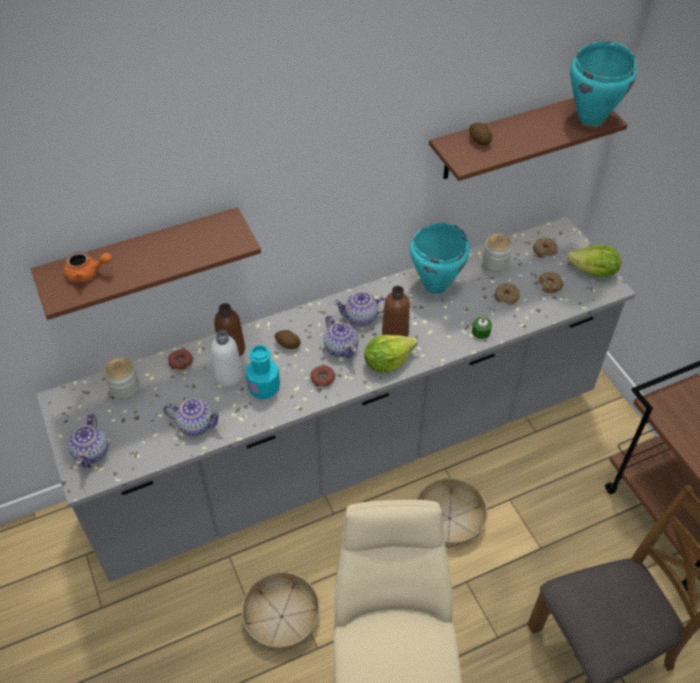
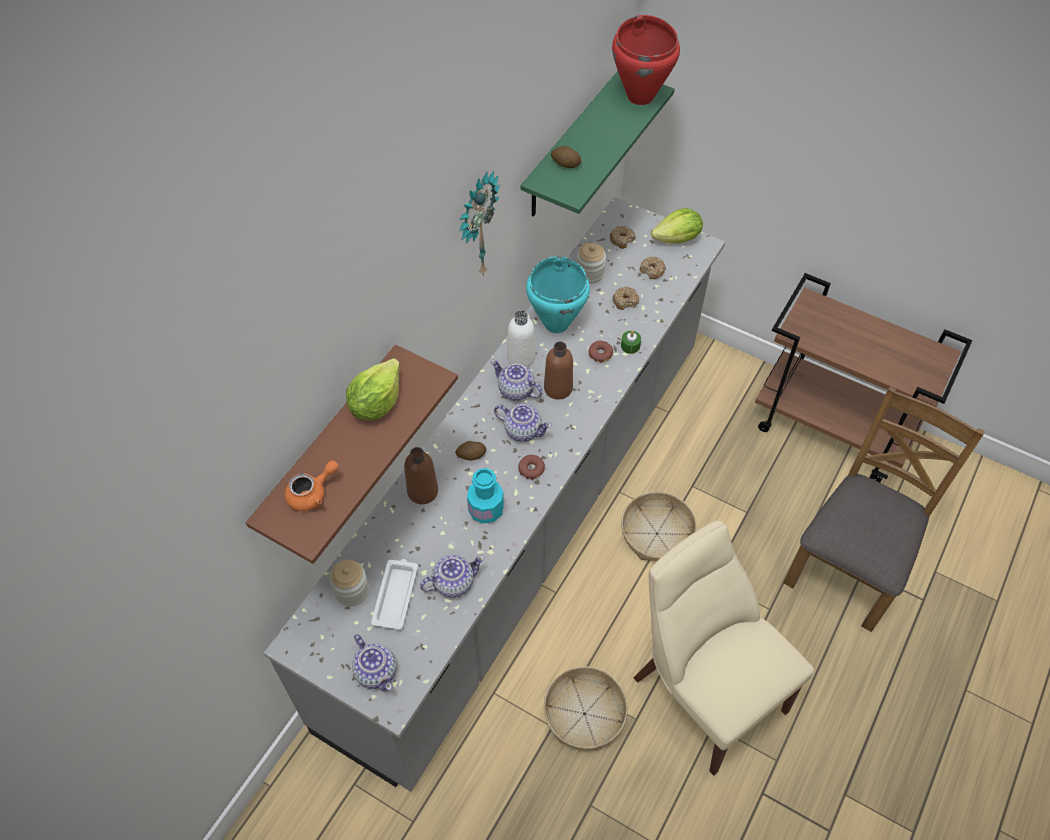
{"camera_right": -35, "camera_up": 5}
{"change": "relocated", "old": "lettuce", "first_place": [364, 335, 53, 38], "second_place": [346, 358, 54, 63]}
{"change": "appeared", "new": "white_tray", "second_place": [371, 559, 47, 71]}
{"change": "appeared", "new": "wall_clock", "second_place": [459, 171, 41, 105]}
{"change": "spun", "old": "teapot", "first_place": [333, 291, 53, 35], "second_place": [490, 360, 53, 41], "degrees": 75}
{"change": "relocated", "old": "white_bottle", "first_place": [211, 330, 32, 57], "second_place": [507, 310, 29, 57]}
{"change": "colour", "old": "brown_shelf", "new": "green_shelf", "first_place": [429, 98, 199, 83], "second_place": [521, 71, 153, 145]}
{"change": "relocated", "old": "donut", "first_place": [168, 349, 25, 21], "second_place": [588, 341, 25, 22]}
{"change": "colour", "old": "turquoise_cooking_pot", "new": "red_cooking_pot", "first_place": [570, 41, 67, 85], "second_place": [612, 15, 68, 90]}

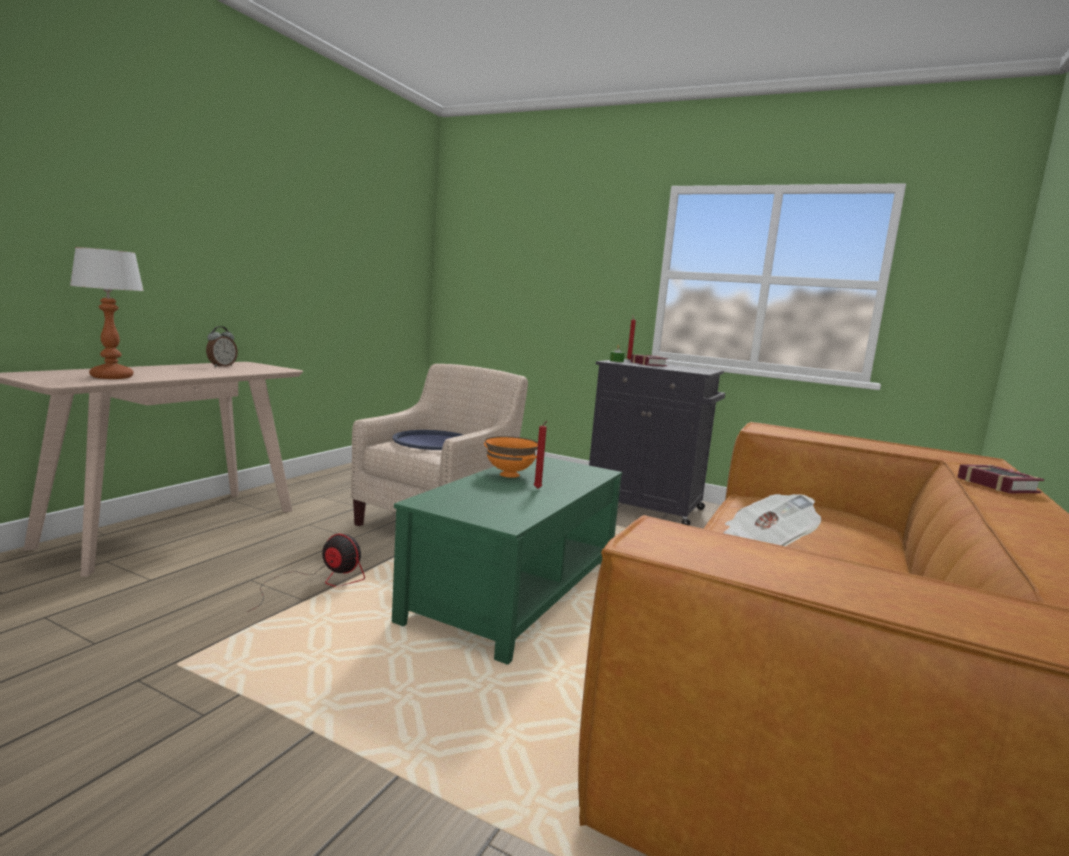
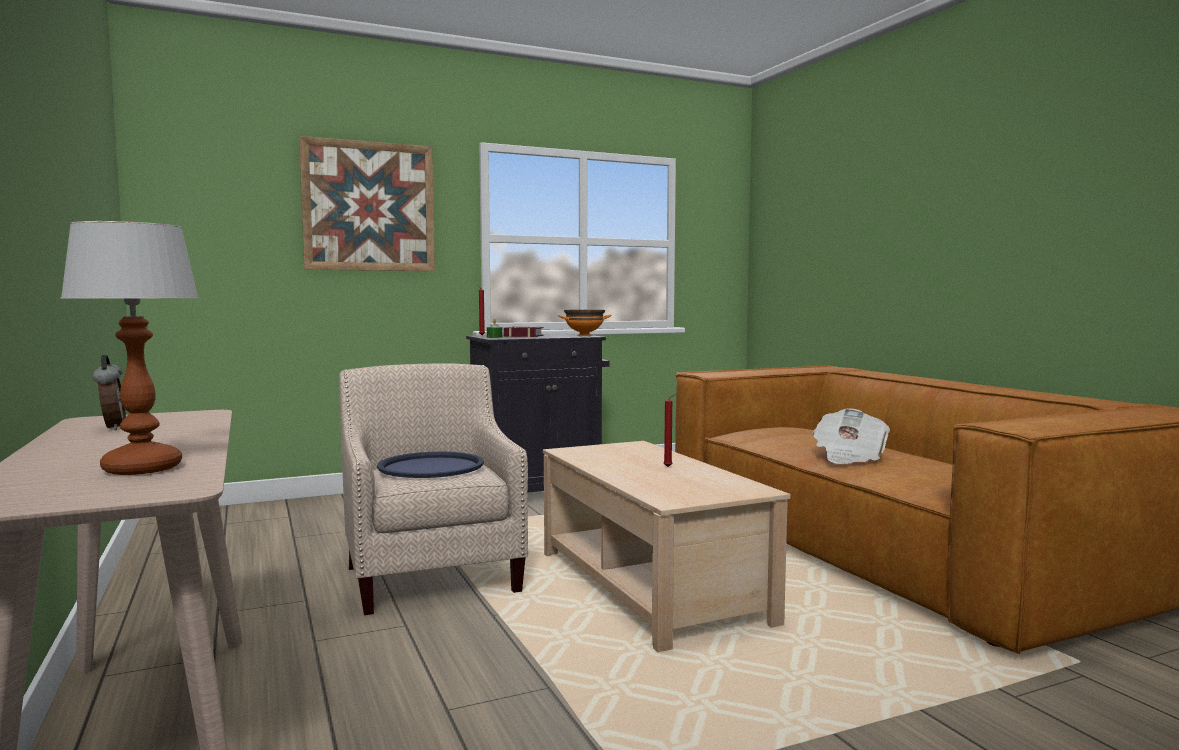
{"camera_right": -50, "camera_up": -5}
{"change": "appeared", "new": "picture", "second_place": [299, 136, 136, 135]}
{"change": "colour", "old": "green_coffee_table", "new": "beige_coffee_table", "first_place": [392, 455, 230, 210], "second_place": [543, 441, 247, 211]}
{"change": "relocated", "old": "orange_bowl", "first_place": [484, 436, 54, 42], "second_place": [558, 310, 53, 26]}
{"change": "missing", "old": "fan", "first_place": [248, 534, 117, 78]}
{"change": "missing", "old": "book", "first_place": [957, 464, 87, 29]}

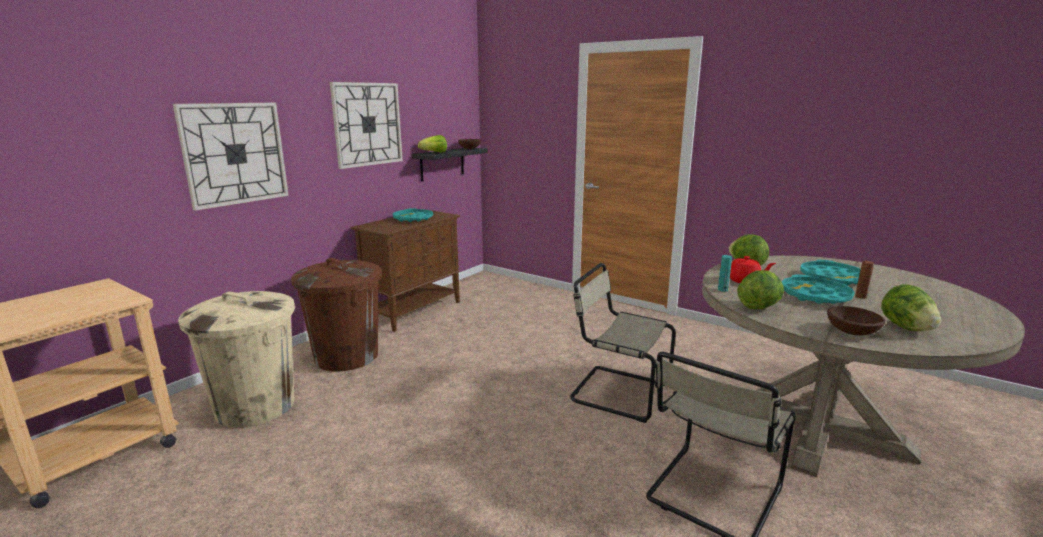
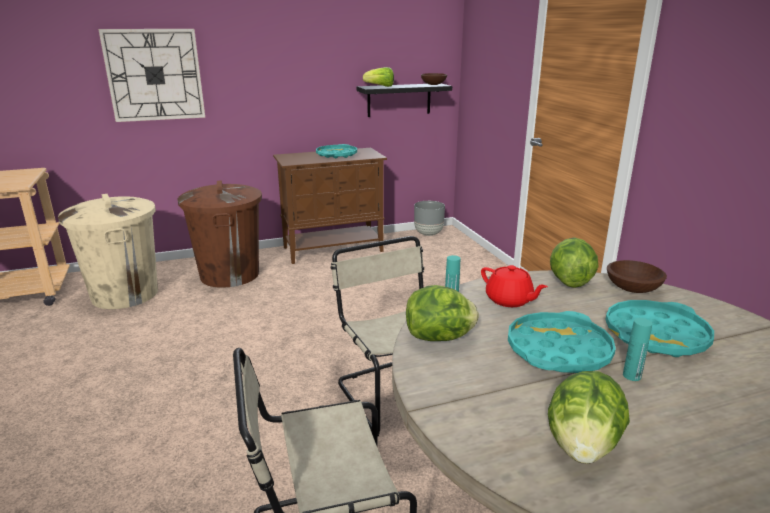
{"camera_right": 35, "camera_up": 5}
{"change": "appeared", "new": "grey_planter", "second_place": [414, 201, 31, 35]}
{"change": "relocated", "old": "brown_bowl", "first_place": [827, 306, 59, 29], "second_place": [607, 260, 60, 33]}
{"change": "colour", "old": "brown_bottle", "new": "turquoise_bottle", "first_place": [855, 261, 19, 38], "second_place": [623, 318, 29, 63]}
{"change": "missing", "old": "wall_clock", "first_place": [330, 82, 73, 87]}

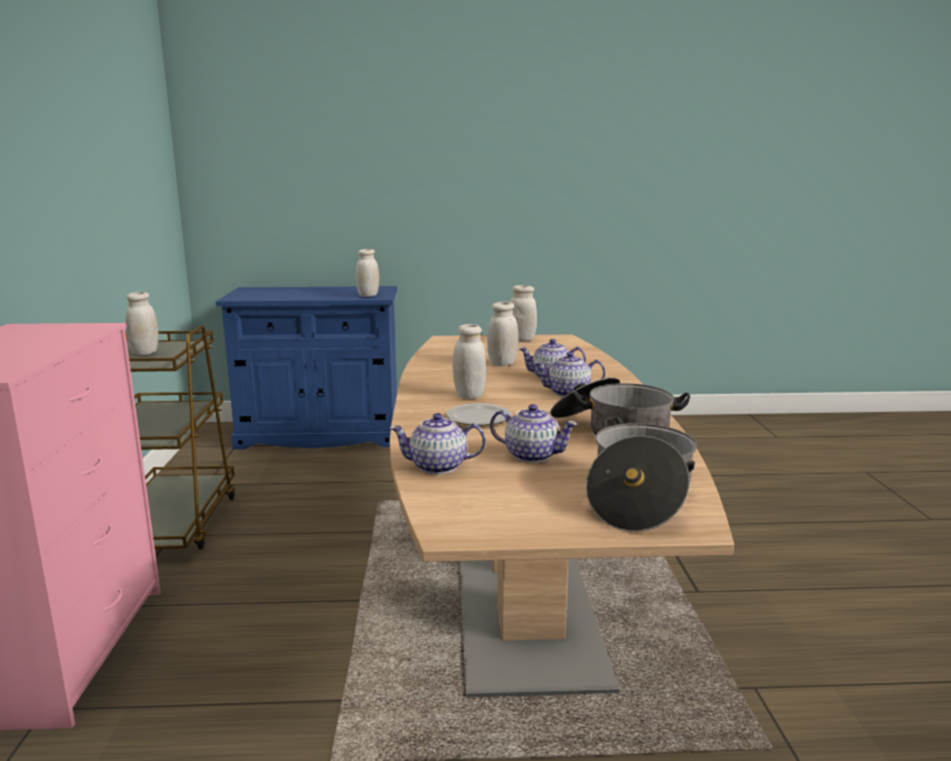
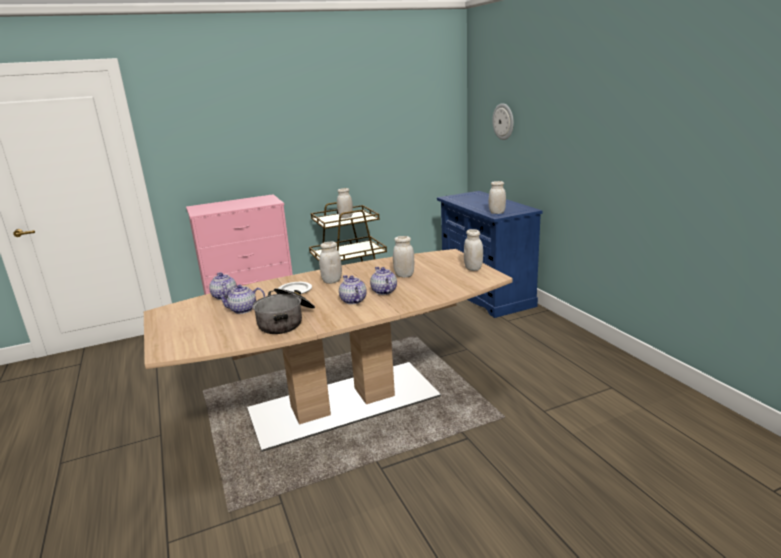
{"camera_right": 70, "camera_up": 5}
{"change": "spun", "old": "teapot", "first_place": [490, 404, 88, 59], "second_place": [216, 285, 49, 29], "degrees": 75}
{"change": "appeared", "new": "wall_clock", "second_place": [492, 103, 22, 37]}
{"change": "missing", "old": "cooking_pot", "first_place": [586, 416, 111, 116]}

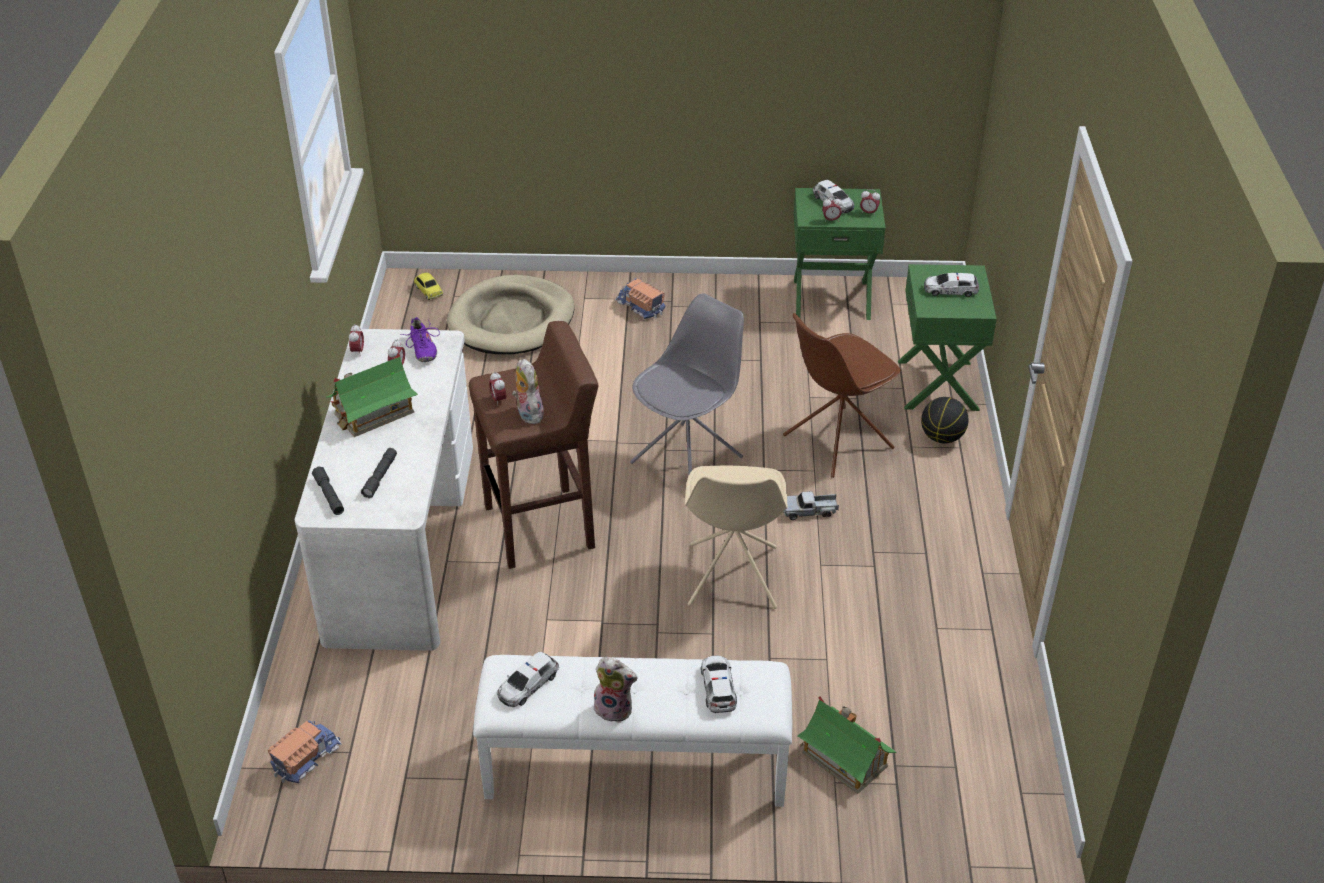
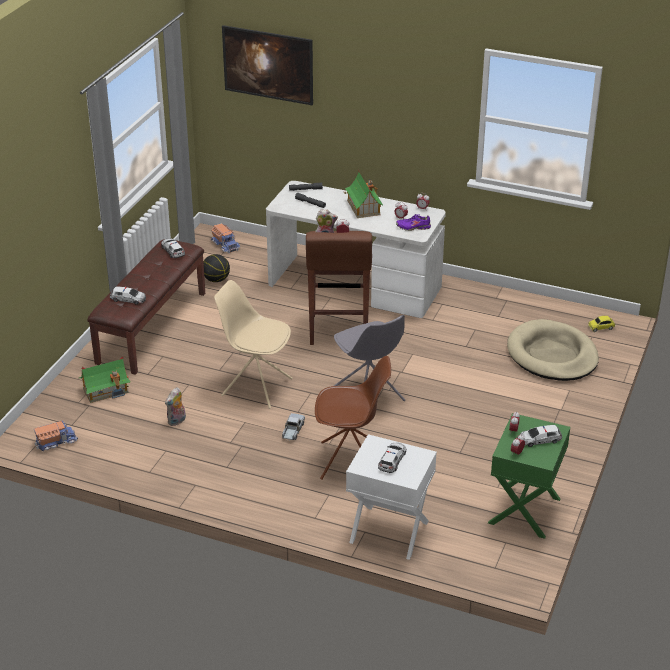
{"camera_right": 110, "camera_up": -5}
{"change": "relocated", "old": "toy_truck", "first_place": [615, 278, 51, 41], "second_place": [34, 421, 44, 30]}
{"change": "colour", "old": "white_bench", "new": "brown_bench", "first_place": [473, 655, 319, 152], "second_place": [87, 239, 118, 136]}
{"change": "relocated", "old": "plush_toy", "first_place": [594, 657, 44, 66], "second_place": [165, 387, 21, 39]}
{"change": "relocated", "old": "basketball", "first_place": [921, 397, 48, 46], "second_place": [203, 254, 27, 28]}
{"change": "appeared", "new": "picture", "second_place": [222, 25, 91, 80]}
{"change": "spun", "old": "brown_chair", "first_place": [783, 313, 118, 165], "second_place": [315, 356, 76, 124], "degrees": 105}
{"change": "colour", "old": "green_nightstand", "new": "white_nightstand", "first_place": [898, 264, 99, 147], "second_place": [346, 434, 91, 126]}

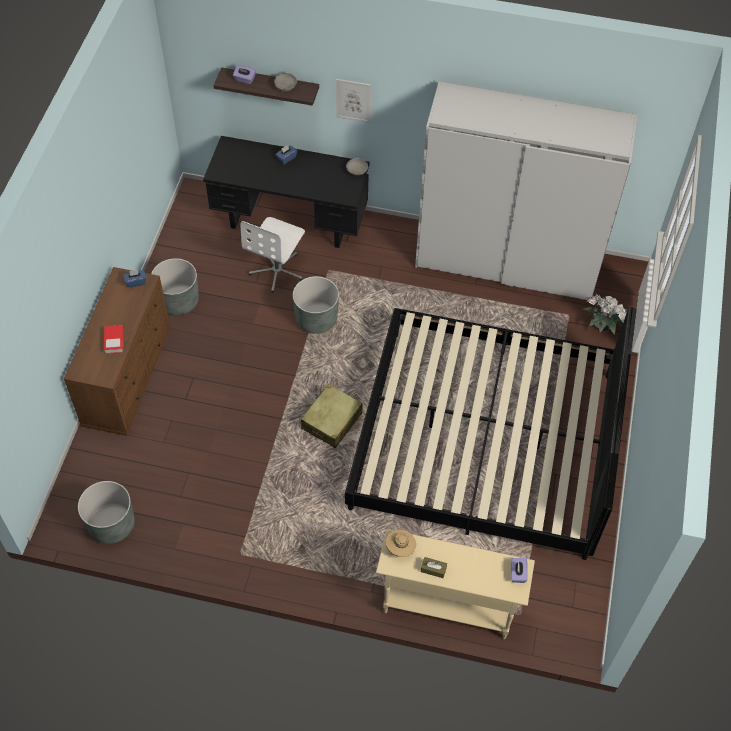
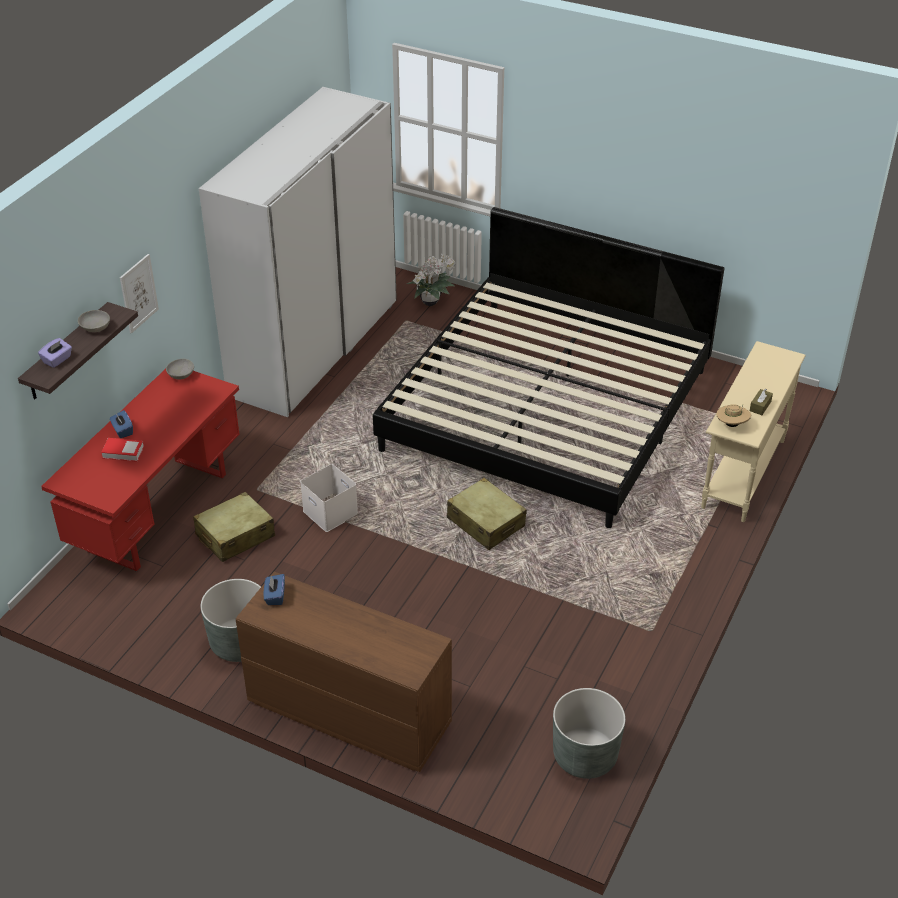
{"camera_right": -75, "camera_up": -15}
{"change": "colour", "old": "black_desk", "new": "red_desk", "first_place": [203, 136, 167, 112], "second_place": [41, 369, 199, 203]}
{"change": "relocated", "old": "book", "first_place": [104, 325, 20, 29], "second_place": [101, 438, 43, 24]}
{"change": "exchanged", "old": "white_office_chair", "new": "beige_suitcase", "first_place": [240, 217, 65, 76], "second_place": [193, 492, 82, 70]}
{"change": "exchanged", "old": "grey_planter", "new": "white_storage_box", "first_place": [293, 276, 46, 58], "second_place": [300, 464, 58, 68]}
{"change": "missing", "old": "purple_tissue_box", "first_place": [511, 558, 17, 25]}

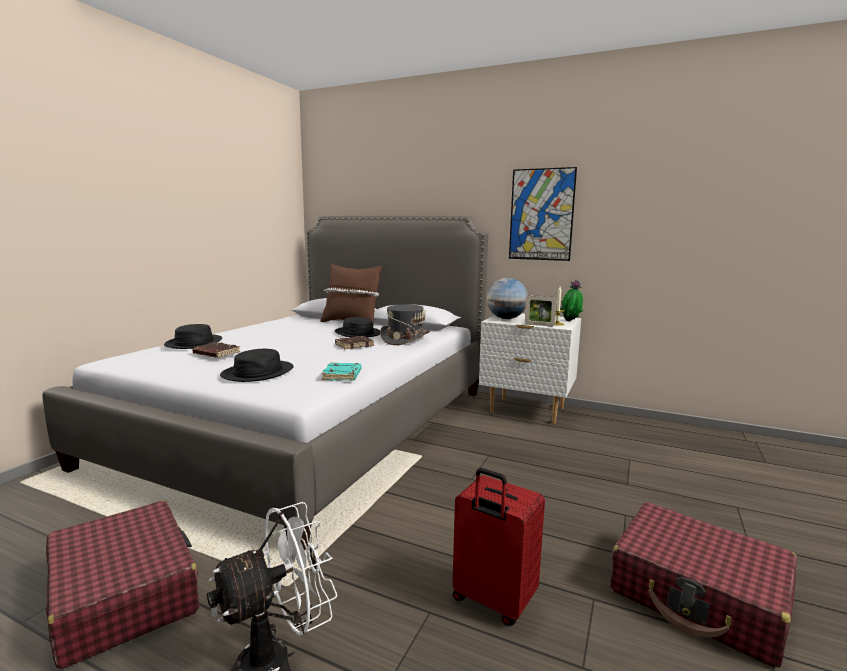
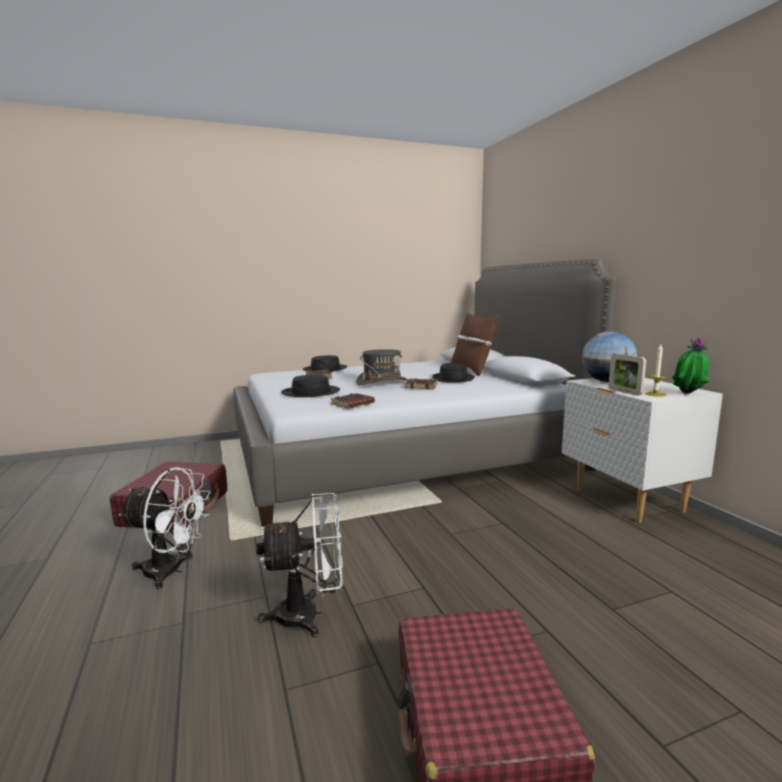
{"camera_right": 45, "camera_up": 0}
{"change": "exchanged", "old": "red_suitcase", "new": "white_fan", "first_place": [452, 468, 93, 158], "second_place": [256, 493, 87, 144]}
{"change": "colour", "old": "turquoise_book", "new": "brown_book", "first_place": [322, 363, 40, 18], "second_place": [331, 393, 44, 15]}
{"change": "relocated", "old": "grey_hat", "first_place": [380, 304, 50, 41], "second_place": [356, 349, 52, 36]}
{"change": "missing", "old": "picture", "first_place": [509, 167, 68, 94]}

